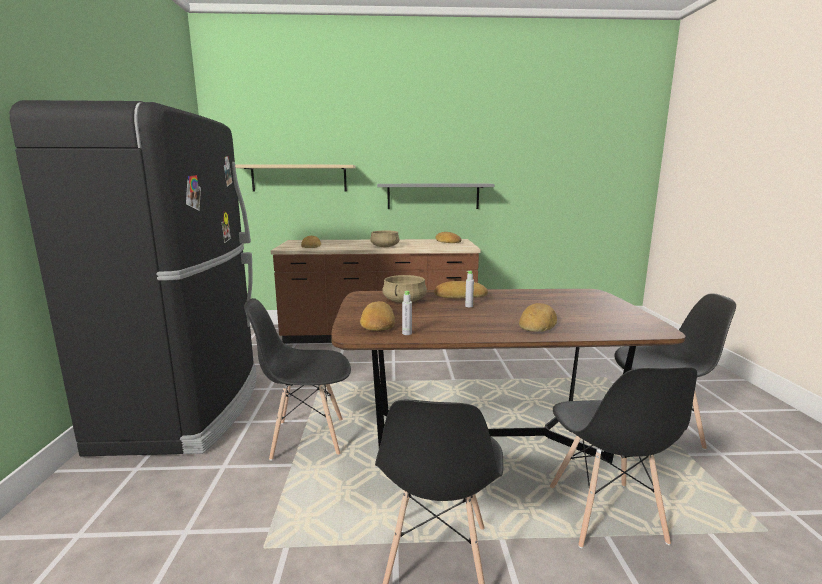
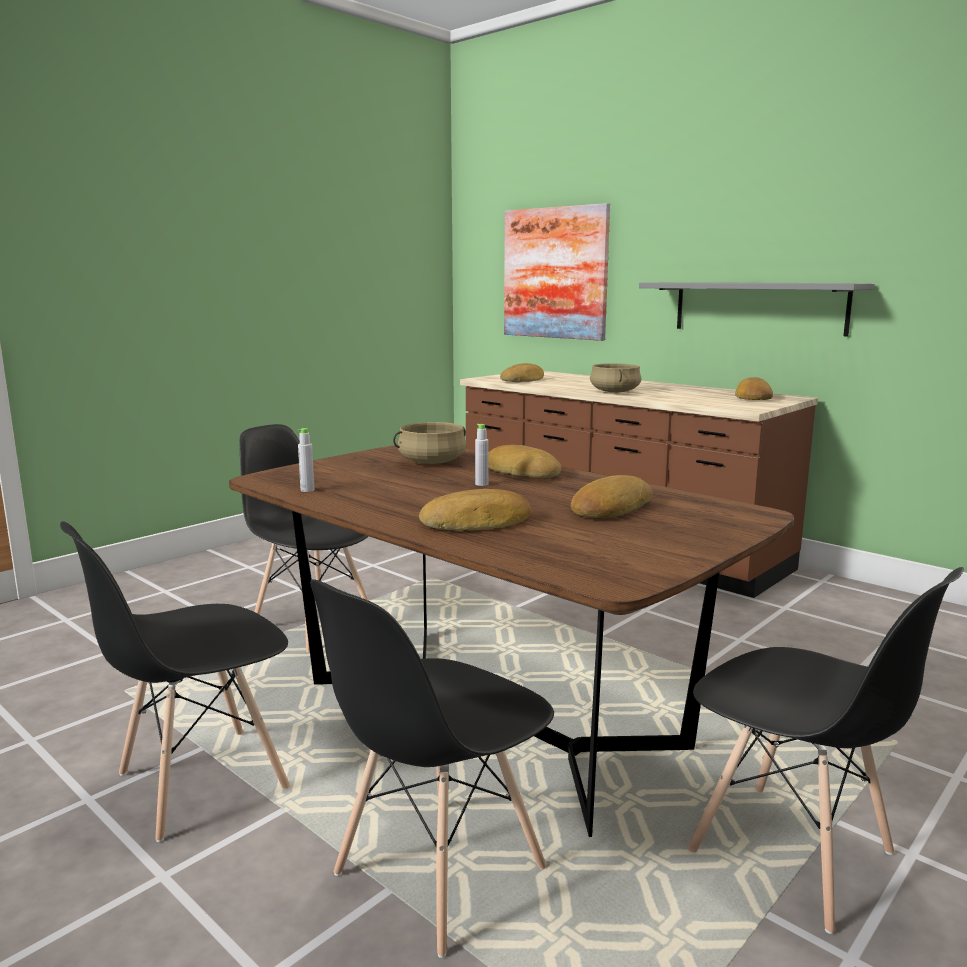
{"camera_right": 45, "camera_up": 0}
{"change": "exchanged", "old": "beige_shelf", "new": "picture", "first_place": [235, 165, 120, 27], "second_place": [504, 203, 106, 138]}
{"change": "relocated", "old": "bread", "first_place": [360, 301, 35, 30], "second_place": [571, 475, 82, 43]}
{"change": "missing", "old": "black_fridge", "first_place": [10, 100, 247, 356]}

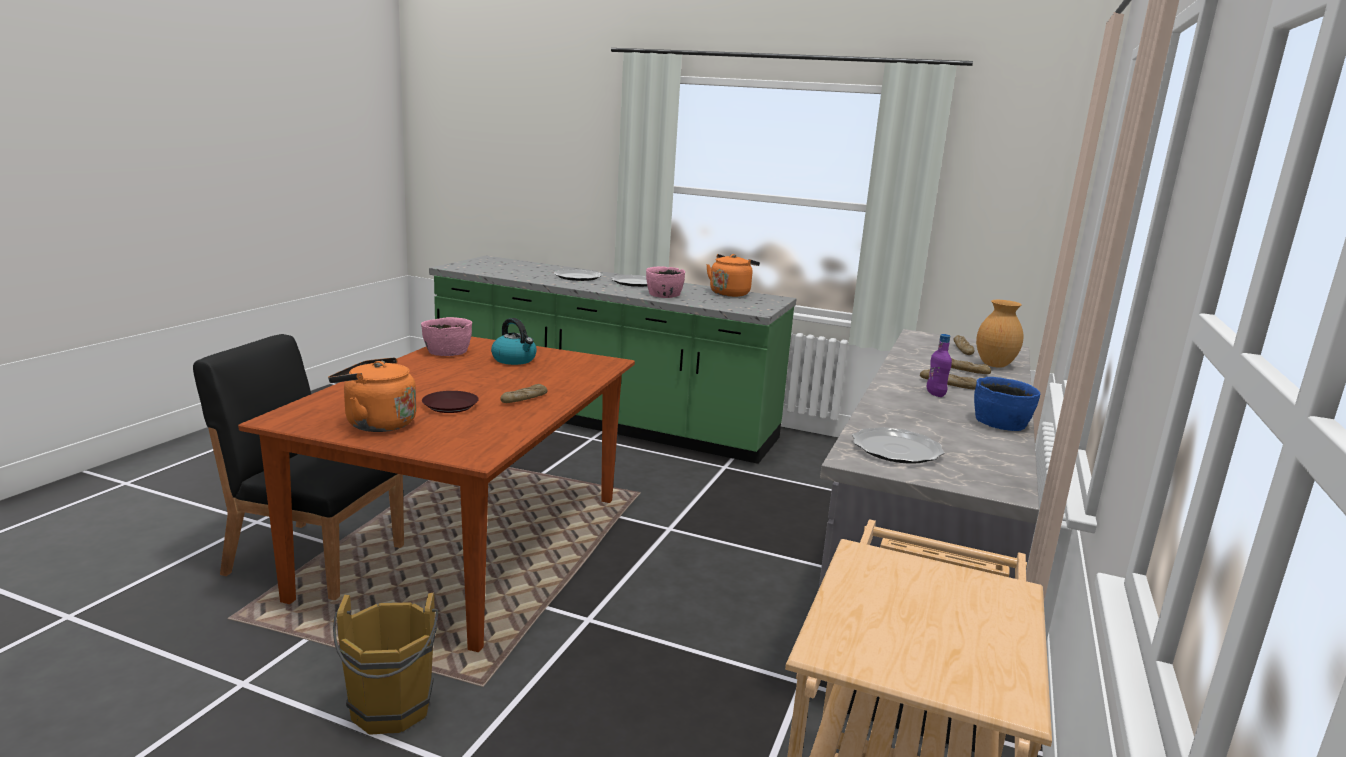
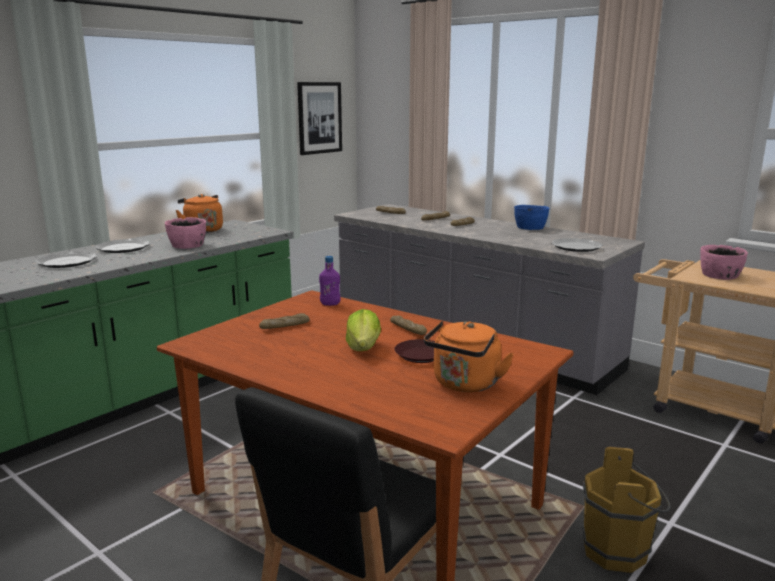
{"camera_right": -70, "camera_up": 0}
{"change": "exchanged", "old": "kettle", "new": "bread", "first_place": [491, 318, 46, 47], "second_place": [259, 313, 51, 16]}
{"change": "appeared", "new": "picture", "second_place": [297, 82, 45, 73]}
{"change": "relocated", "old": "purple_bottle", "first_place": [926, 334, 26, 63], "second_place": [319, 256, 22, 50]}
{"change": "appeared", "new": "lettuce", "second_place": [346, 309, 35, 42]}
{"change": "relocated", "old": "pink_bowl", "first_place": [421, 317, 51, 39], "second_place": [700, 245, 48, 35]}
{"change": "missing", "old": "brown_vase", "first_place": [976, 300, 47, 68]}

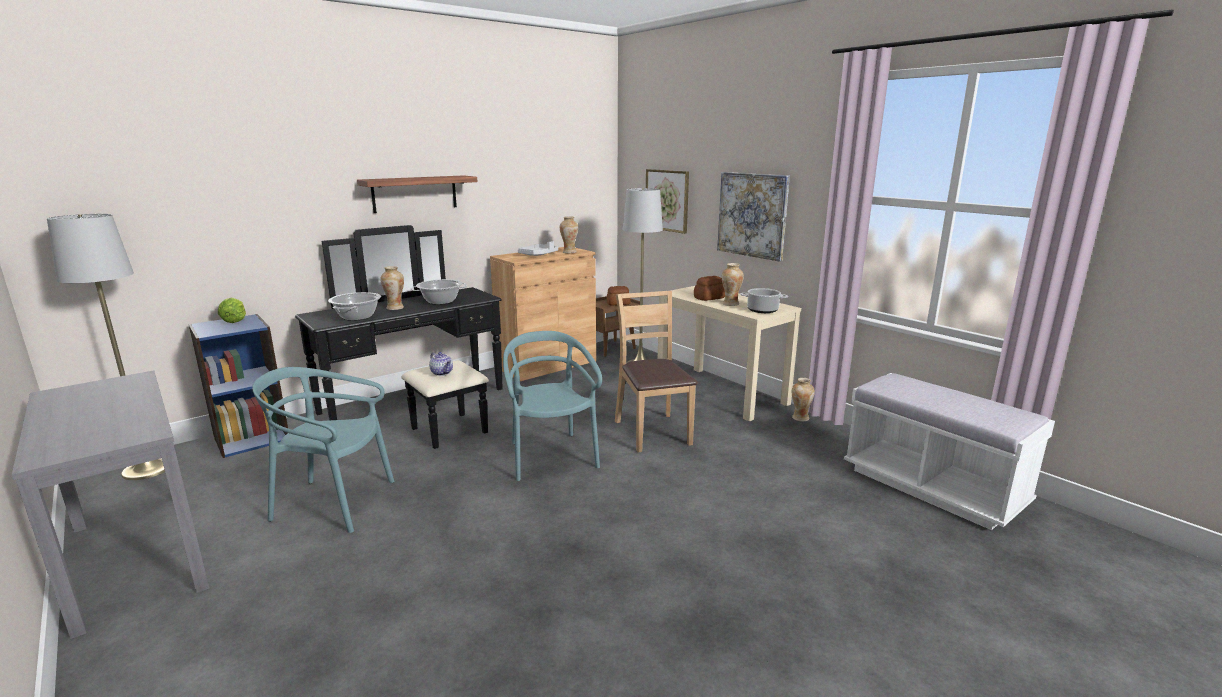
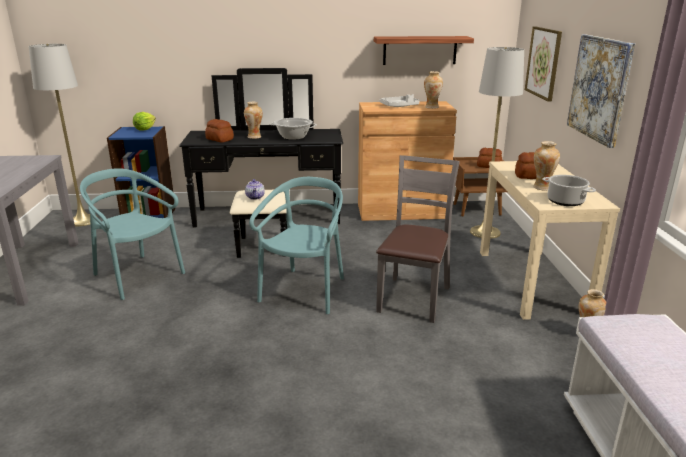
{"camera_right": 35, "camera_up": 5}
{"change": "exchanged", "old": "cooking_pot", "new": "bread", "first_place": [328, 292, 53, 29], "second_place": [205, 119, 29, 23]}
{"change": "relocated", "old": "shelf", "first_place": [357, 175, 120, 38], "second_place": [374, 36, 100, 29]}
{"change": "colour", "old": "brown_chair", "new": "grey_chair", "first_place": [615, 291, 83, 161], "second_place": [376, 155, 84, 168]}

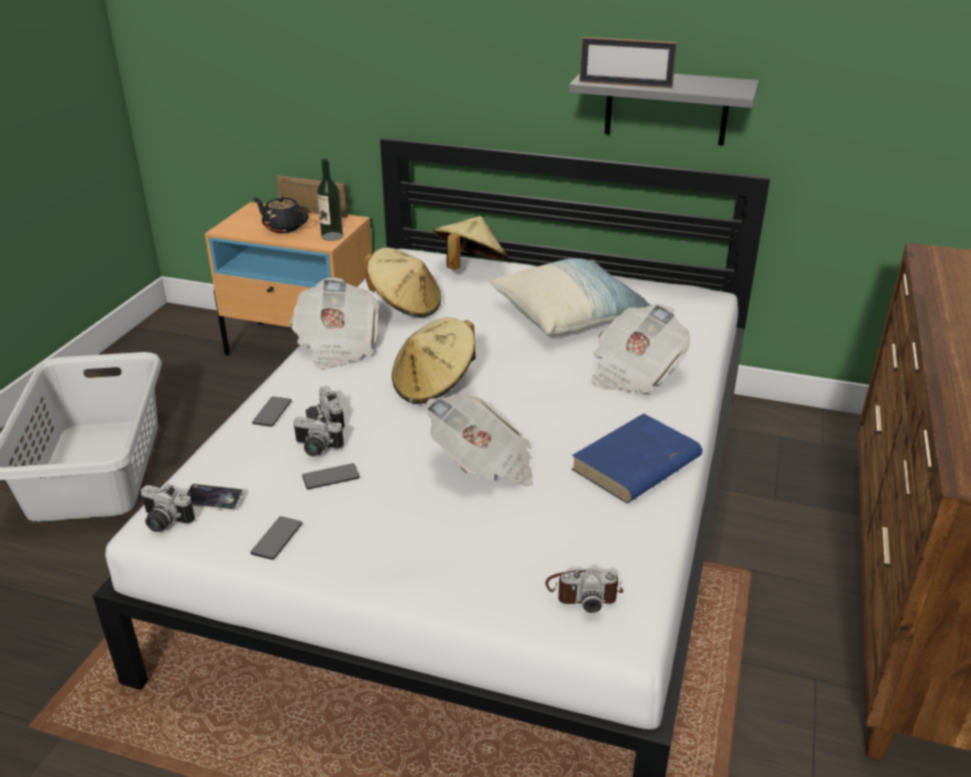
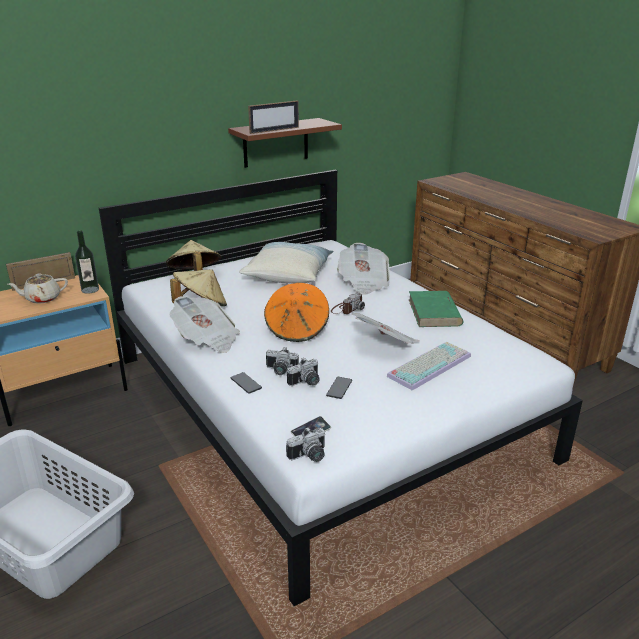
{"camera_right": -50, "camera_up": -5}
{"change": "colour", "old": "black_teapot", "new": "beige_teapot", "first_place": [253, 196, 55, 37], "second_place": [8, 273, 60, 31]}
{"change": "colour", "old": "grey_shelf", "new": "brown_shelf", "first_place": [569, 73, 190, 72], "second_place": [228, 118, 114, 50]}
{"change": "colour", "old": "beige_hat", "new": "orange_hat", "first_place": [392, 318, 84, 86], "second_place": [264, 283, 65, 59]}
{"change": "relocated", "old": "photo_camera", "first_place": [545, 569, 78, 44], "second_place": [331, 292, 34, 22]}
{"change": "appeared", "new": "keyboard", "second_place": [387, 342, 84, 48]}
{"change": "colour", "old": "blue_book", "new": "green_book", "first_place": [571, 413, 132, 90], "second_place": [409, 291, 54, 36]}
{"change": "missing", "old": "phone", "first_place": [251, 516, 51, 44]}

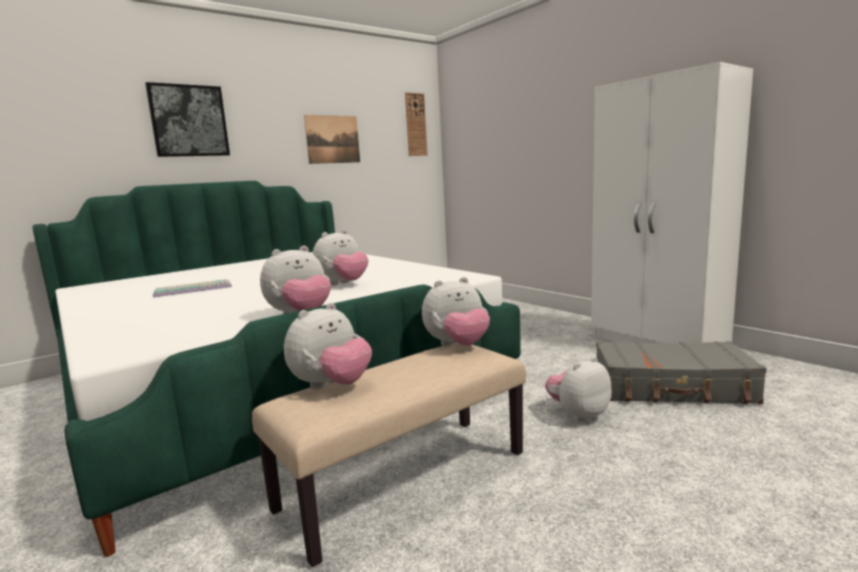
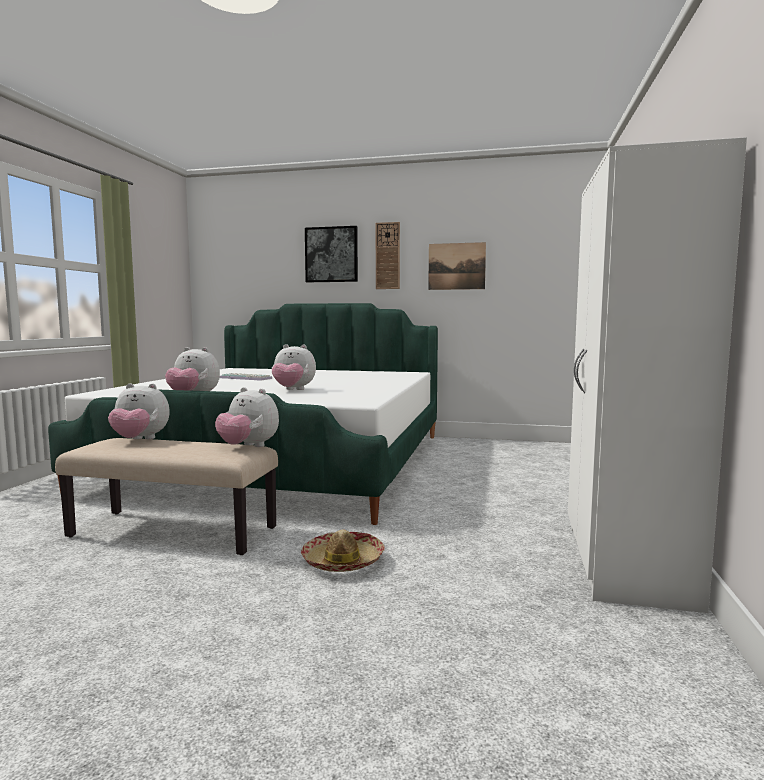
{"camera_right": 50, "camera_up": -5}
{"change": "exchanged", "old": "plush_toy", "new": "hat", "first_place": [545, 357, 67, 65], "second_place": [301, 530, 84, 42]}
{"change": "relocated", "old": "wall_clock", "first_place": [405, 92, 23, 64], "second_place": [376, 222, 24, 67]}
{"change": "missing", "old": "grey_suitcase", "first_place": [596, 341, 171, 63]}

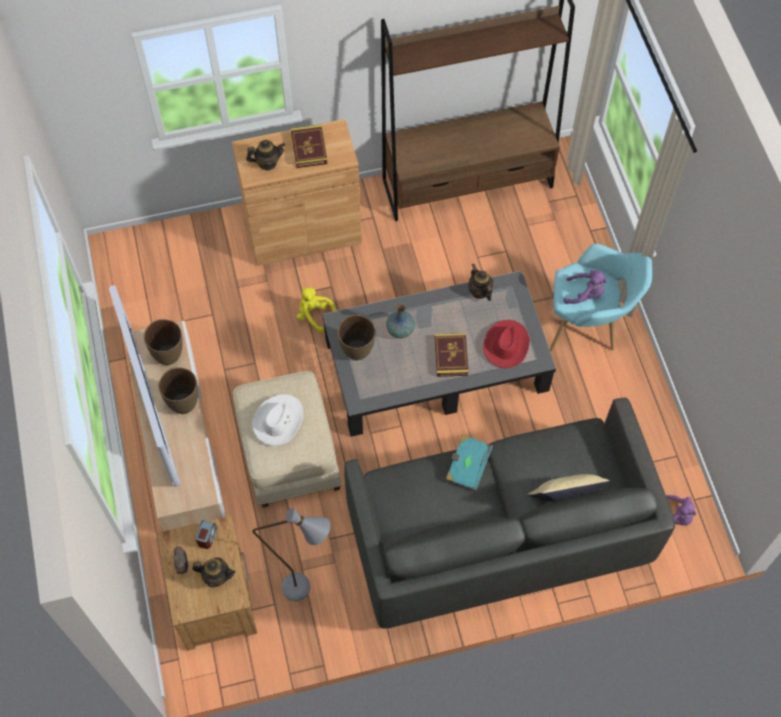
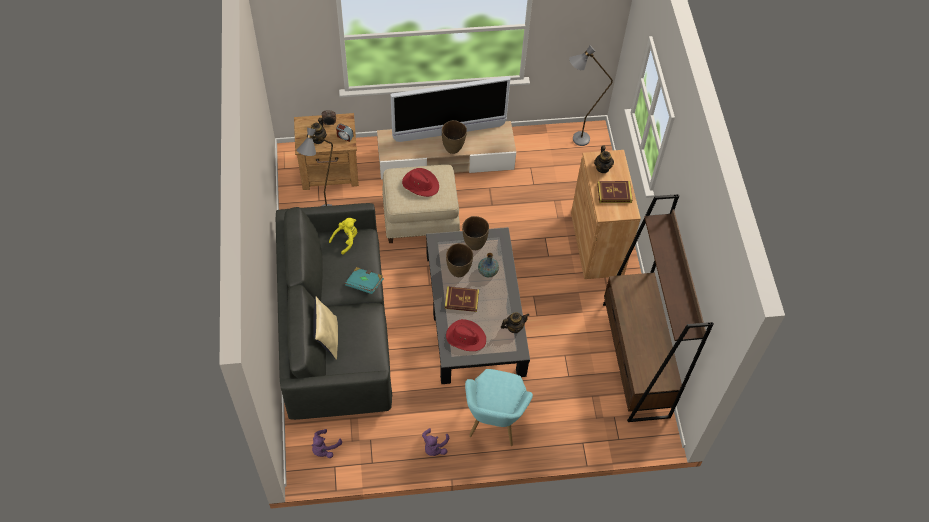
{"camera_right": 95, "camera_up": -5}
{"change": "relocated", "old": "yellow_plush_toy", "first_place": [297, 287, 40, 46], "second_place": [329, 218, 28, 37]}
{"change": "colour", "old": "white_hat", "new": "red_hat", "first_place": [252, 394, 51, 52], "second_place": [402, 168, 37, 29]}
{"change": "relocated", "old": "purple_plush_toy", "first_place": [563, 270, 44, 34], "second_place": [422, 428, 27, 28]}
{"change": "relocated", "old": "brown_vase", "first_place": [144, 319, 39, 46], "second_place": [446, 243, 27, 34]}
{"change": "appeared", "new": "grey_floor_lamp", "second_place": [569, 45, 44, 101]}

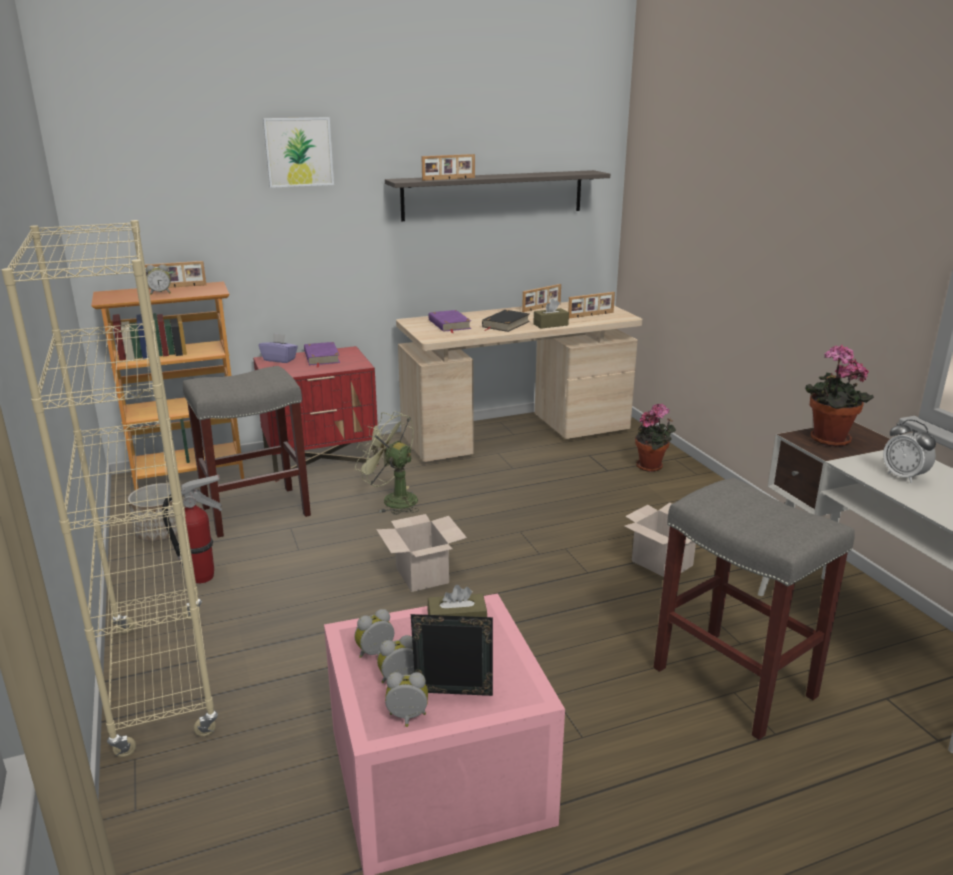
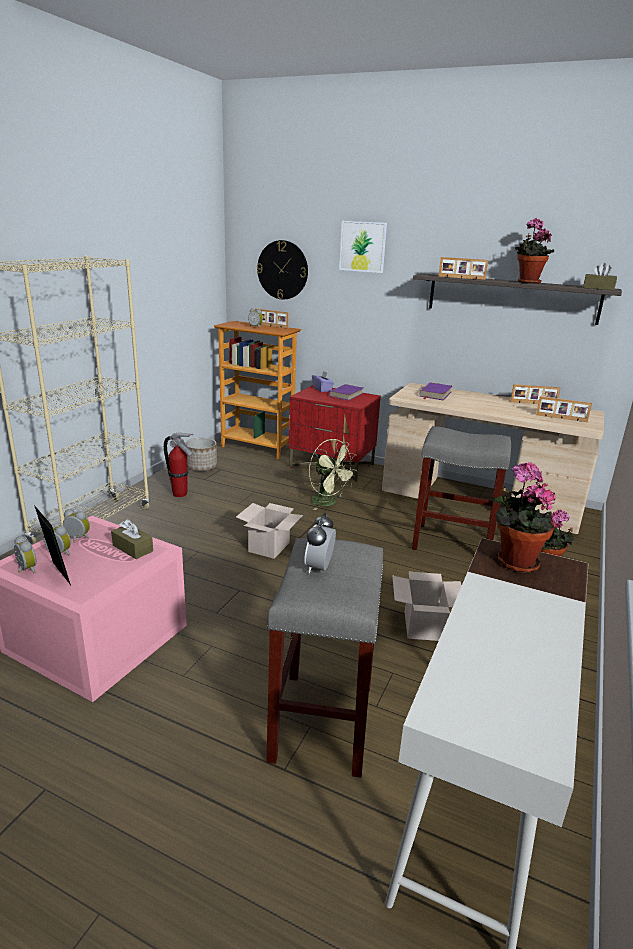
{"camera_right": 45, "camera_up": 0}
{"change": "appeared", "new": "wall_clock", "second_place": [257, 240, 51, 60]}
{"change": "relocated", "old": "alarm_clock", "first_place": [883, 420, 53, 63], "second_place": [304, 512, 32, 61]}
{"change": "spun", "old": "green_fan", "first_place": [355, 411, 64, 104], "second_place": [309, 439, 49, 71], "degrees": 150}
{"change": "relocated", "old": "grey_stool", "first_place": [183, 366, 128, 172], "second_place": [412, 426, 99, 124]}
{"change": "appeared", "new": "potted_plant", "second_place": [515, 218, 39, 66]}
{"change": "relocated", "old": "brown_tissue_box", "first_place": [533, 299, 36, 30], "second_place": [583, 263, 34, 27]}
{"change": "missing", "old": "black_book", "first_place": [482, 310, 48, 22]}

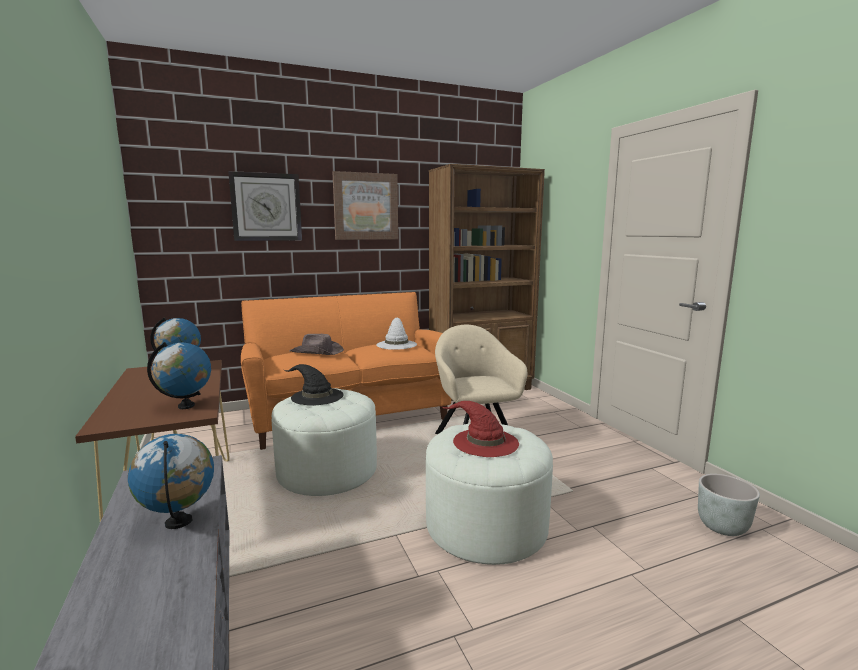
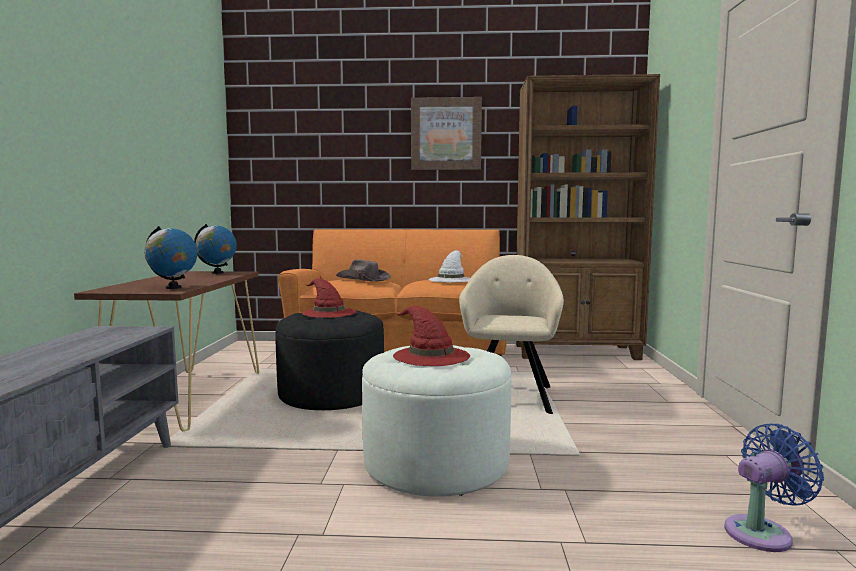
{"camera_right": 25, "camera_up": -5}
{"change": "colour", "old": "white_ottoman", "new": "black_ottoman", "first_place": [272, 388, 105, 108], "second_place": [275, 310, 109, 100]}
{"change": "colour", "old": "black_hat", "new": "red_hat", "first_place": [284, 364, 60, 42], "second_place": [302, 278, 54, 40]}
{"change": "exchanged", "old": "grey_planter", "new": "blue_fan", "first_place": [698, 474, 62, 62], "second_place": [724, 424, 100, 128]}
{"change": "missing", "old": "globe", "first_place": [128, 434, 86, 95]}
{"change": "missing", "old": "wall_clock", "first_place": [228, 171, 74, 70]}

